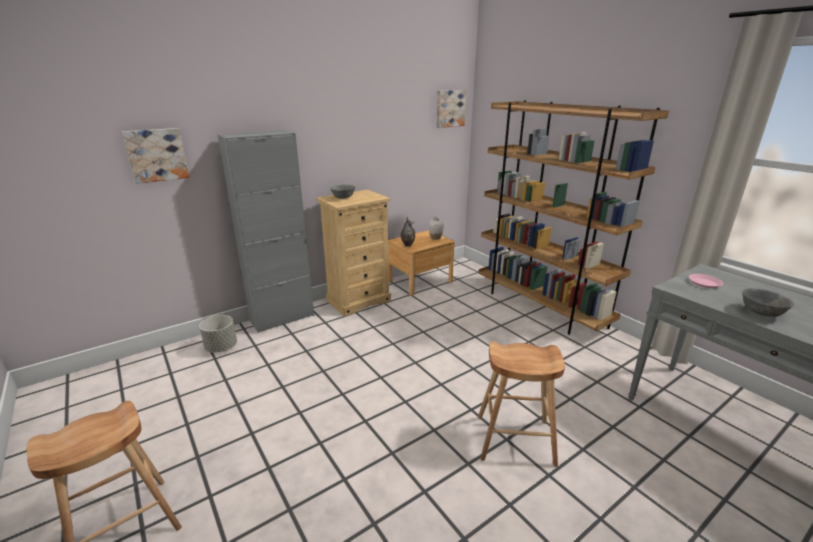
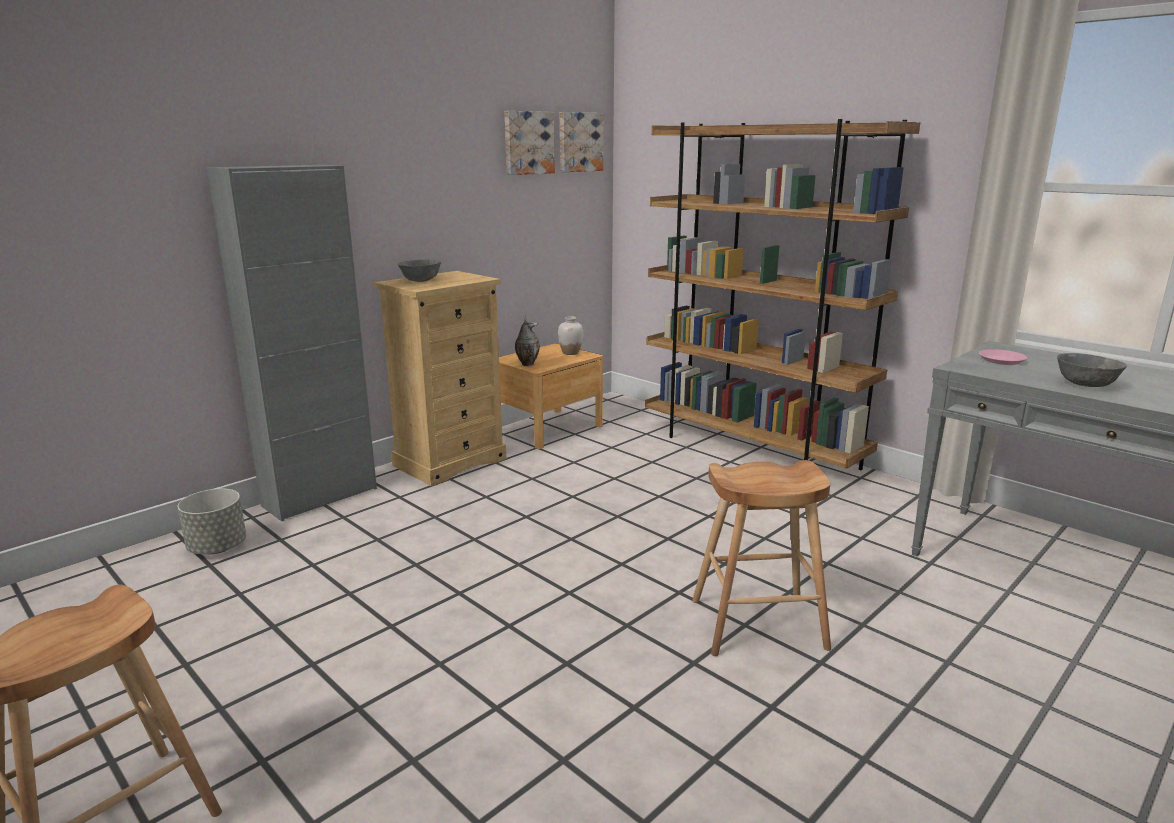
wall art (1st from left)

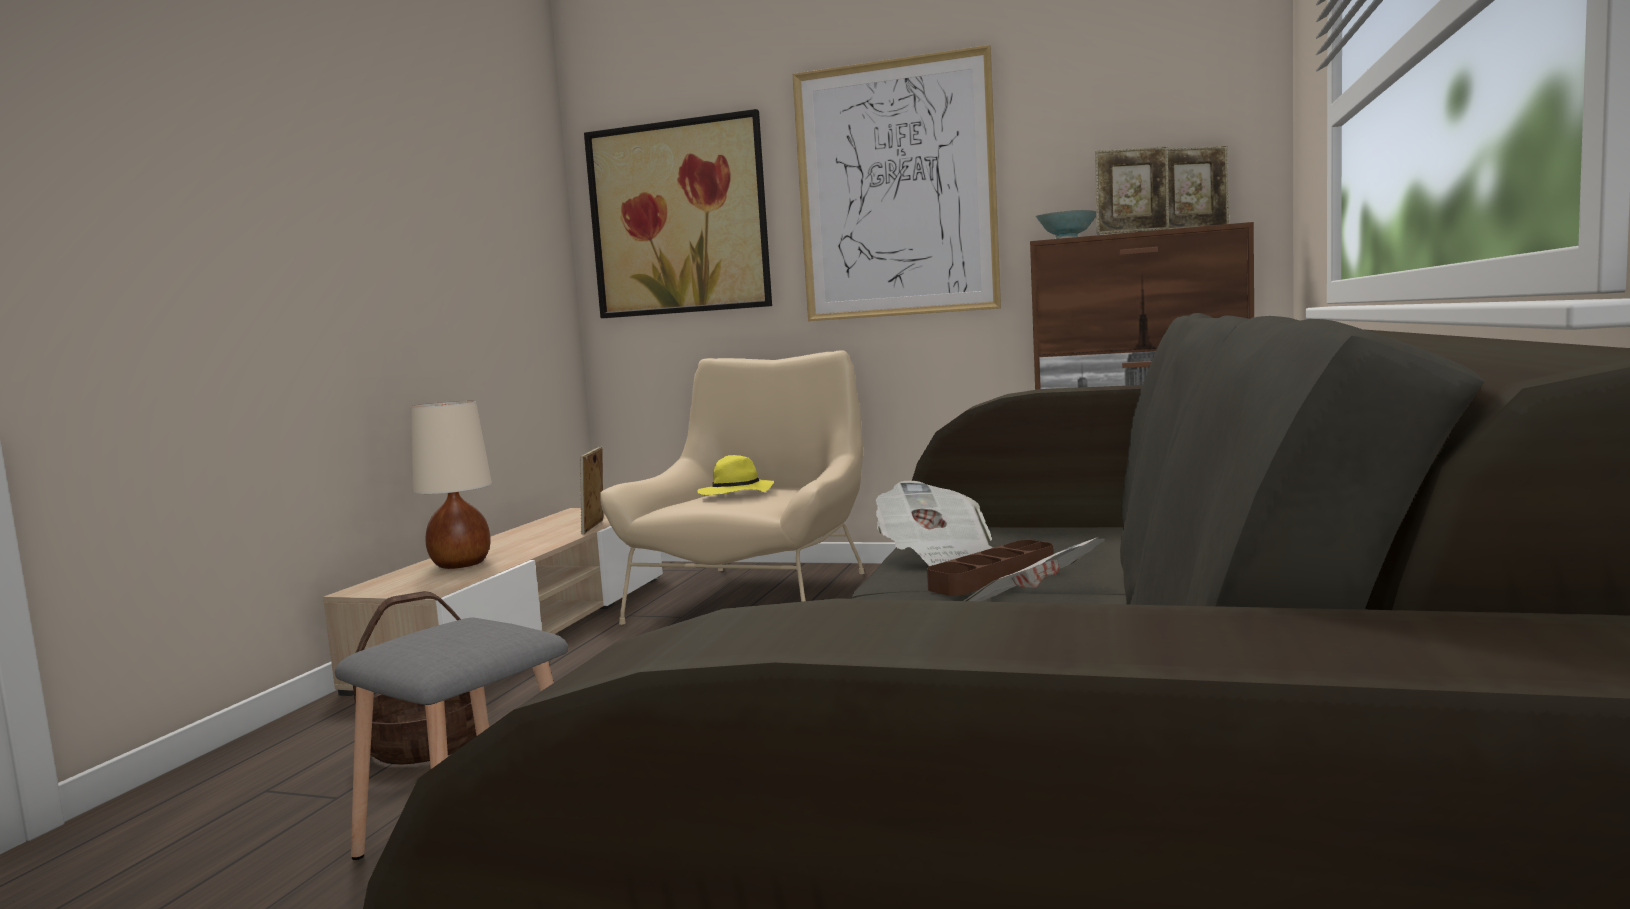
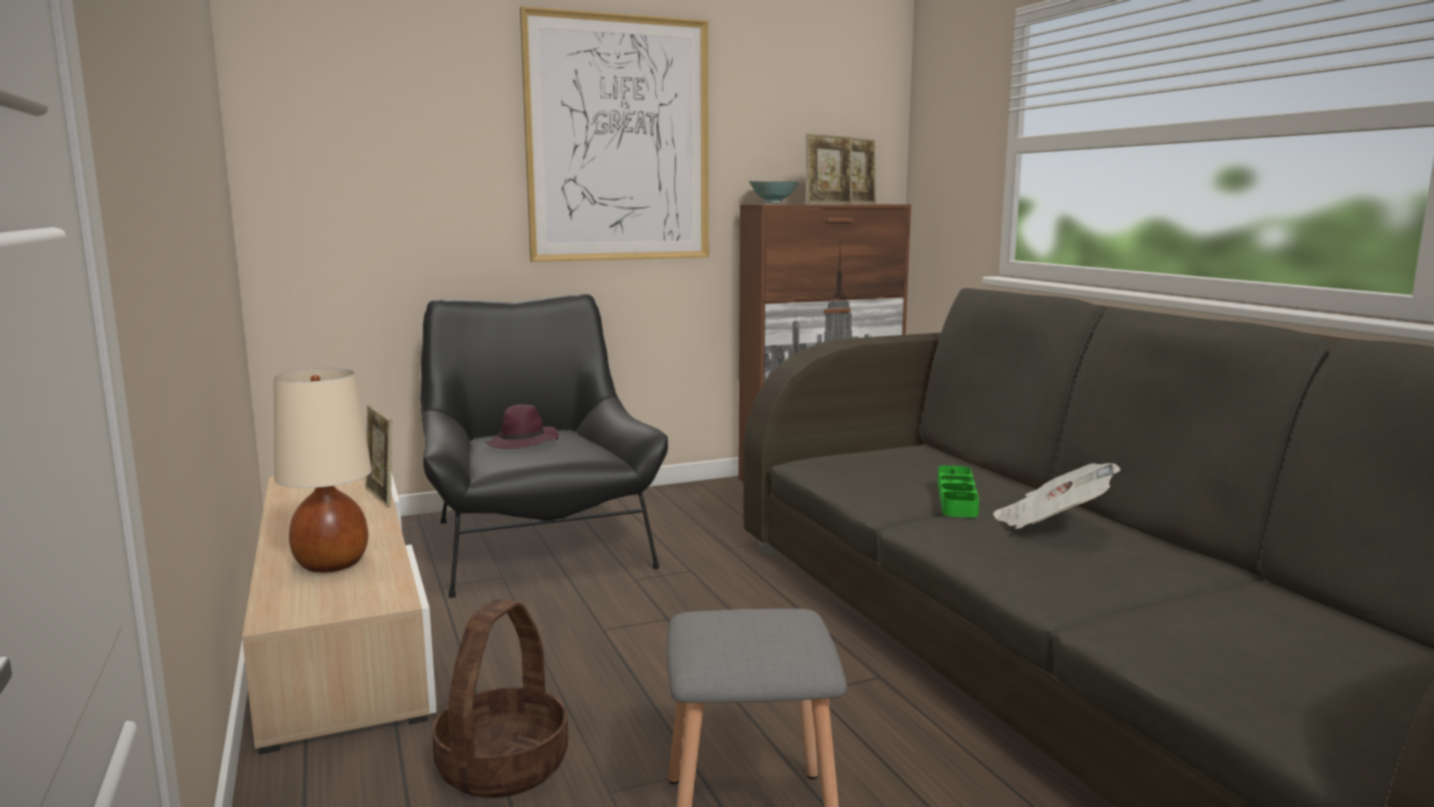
lounge chair (black)
hat (purple-coloured)
carrying tray (green-coloured)
wall art (1st from left in the first image)
newspaper (1st from left in the first image)

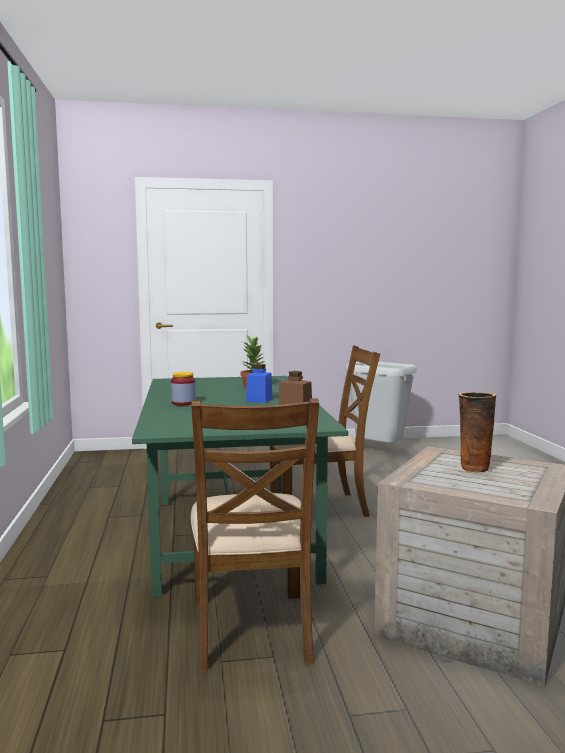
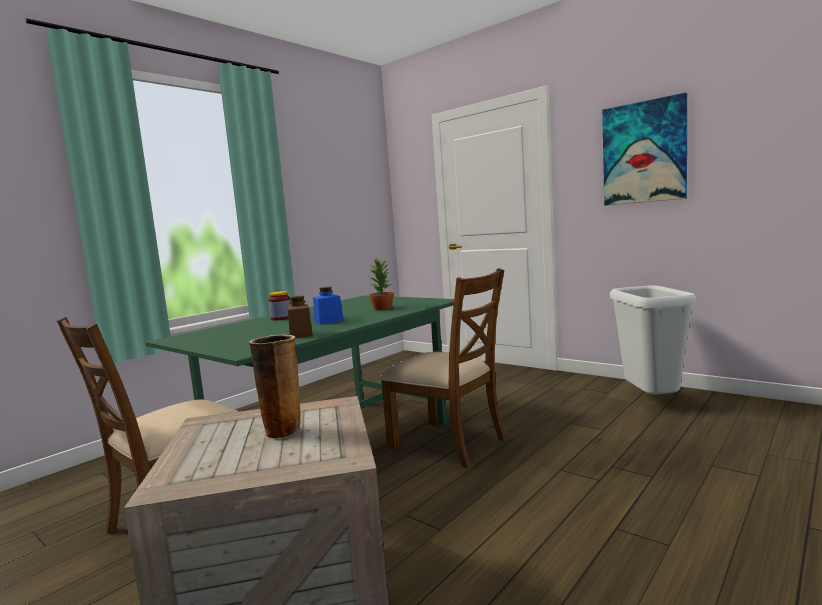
wall art

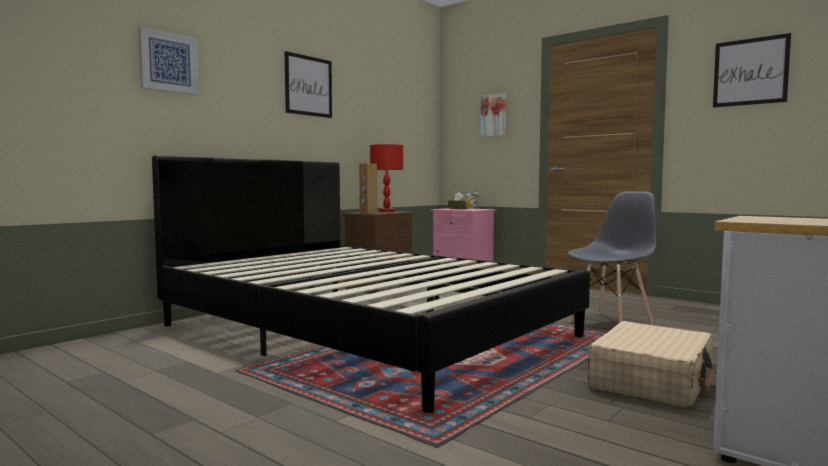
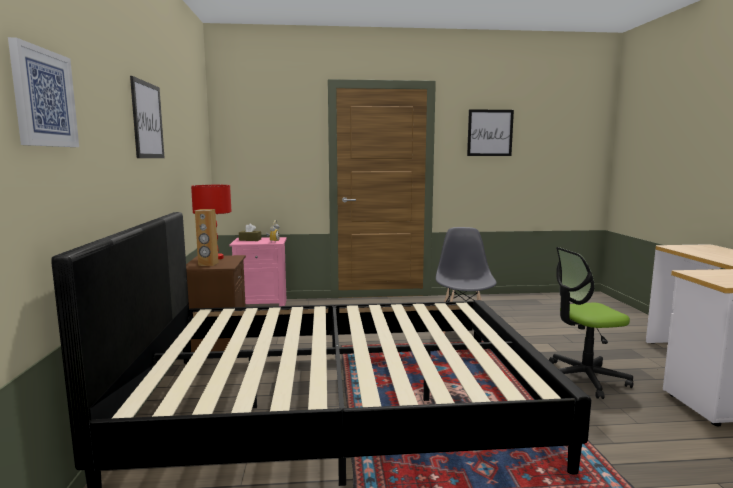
computer chair
wall art (3rd from left in the first image)

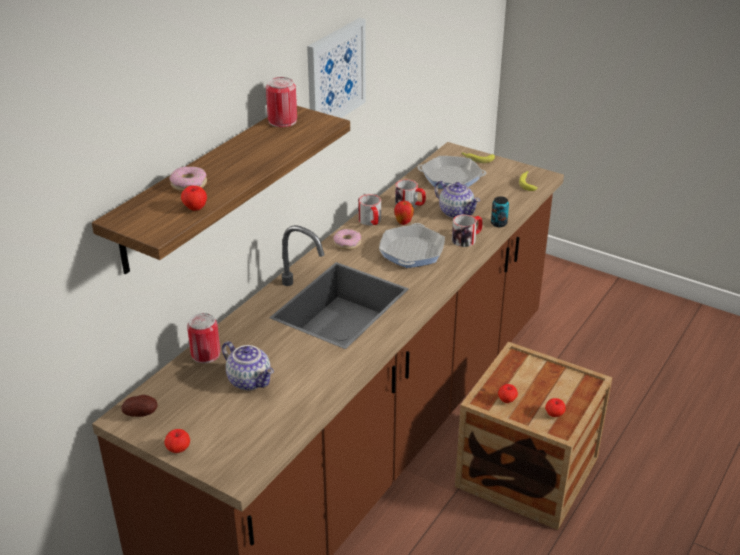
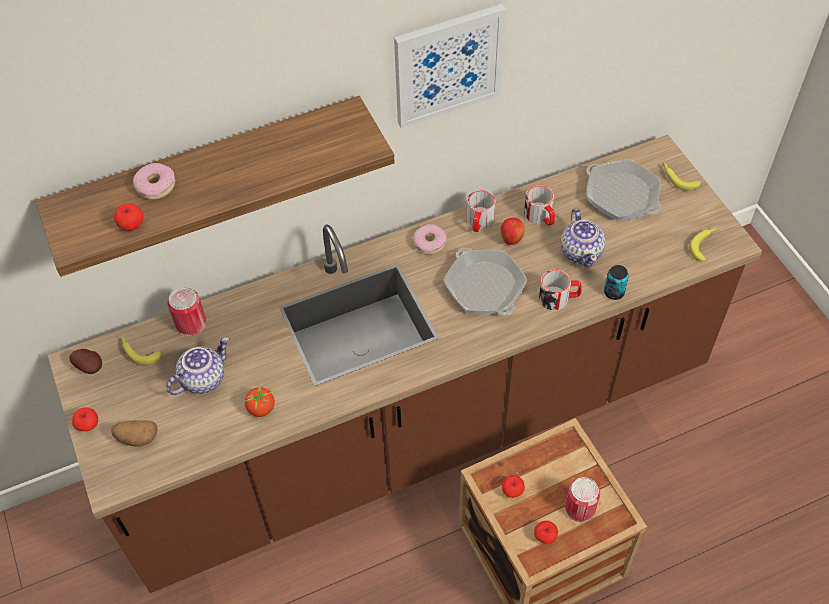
whole potato (2nd from left)
banana fruit (1st from left)
tea pot (1st from left)
fresh tomato
pan (1st from left)
sealed can (2nd from left)

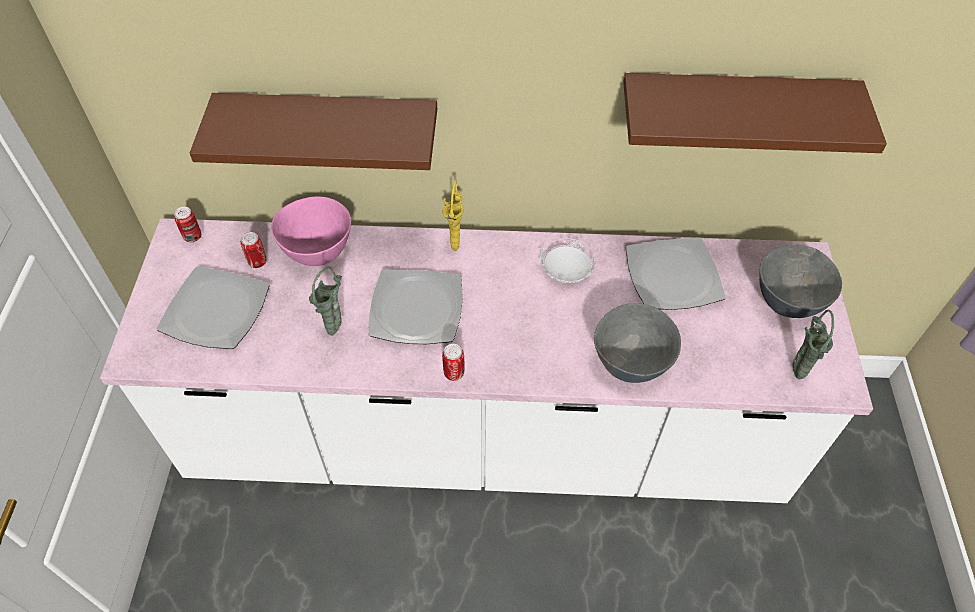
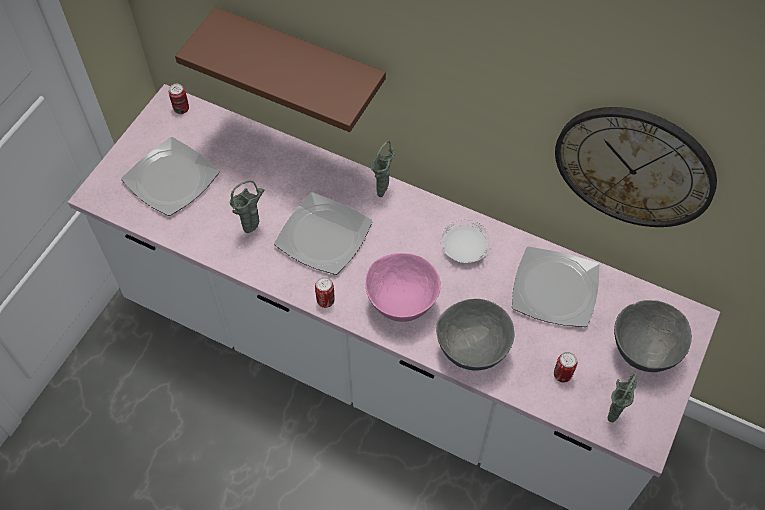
bowl (pink-coloured)
vase (green-coloured) (2nd from left)
sealed can (3rd from left)
wall clock

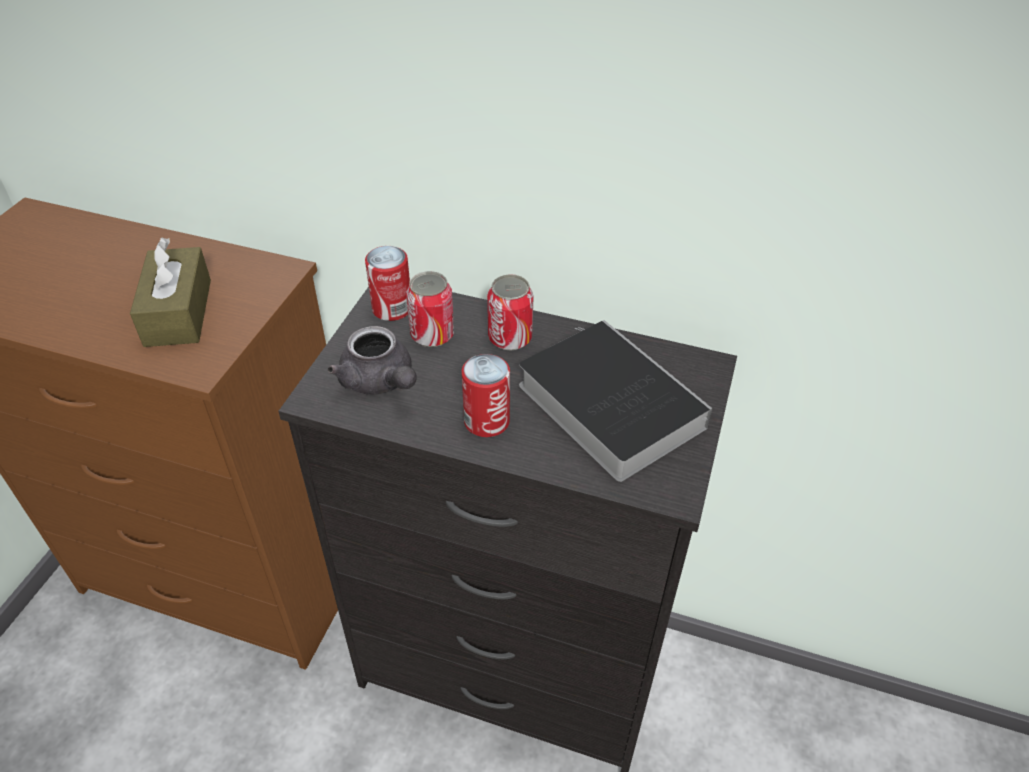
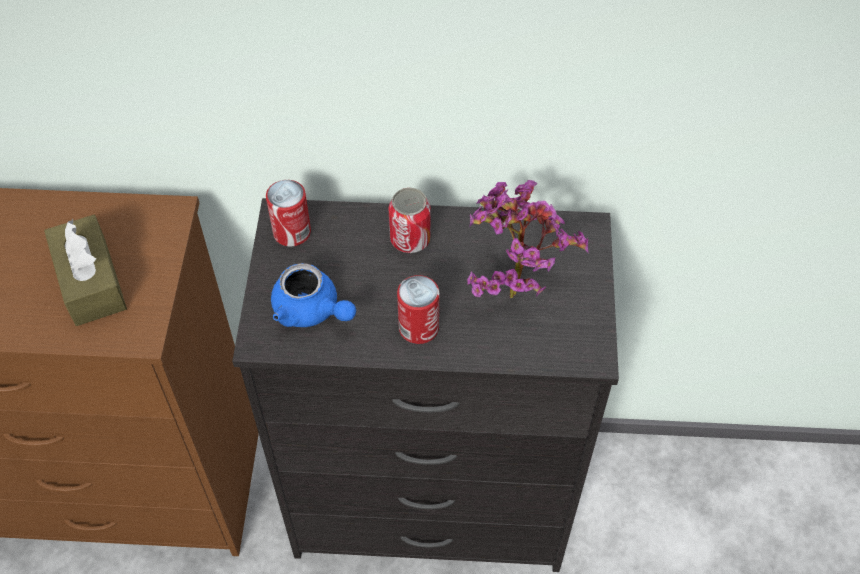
tea pot (blue-coloured)
potted plant
sealed can (2nd from left in the first image)

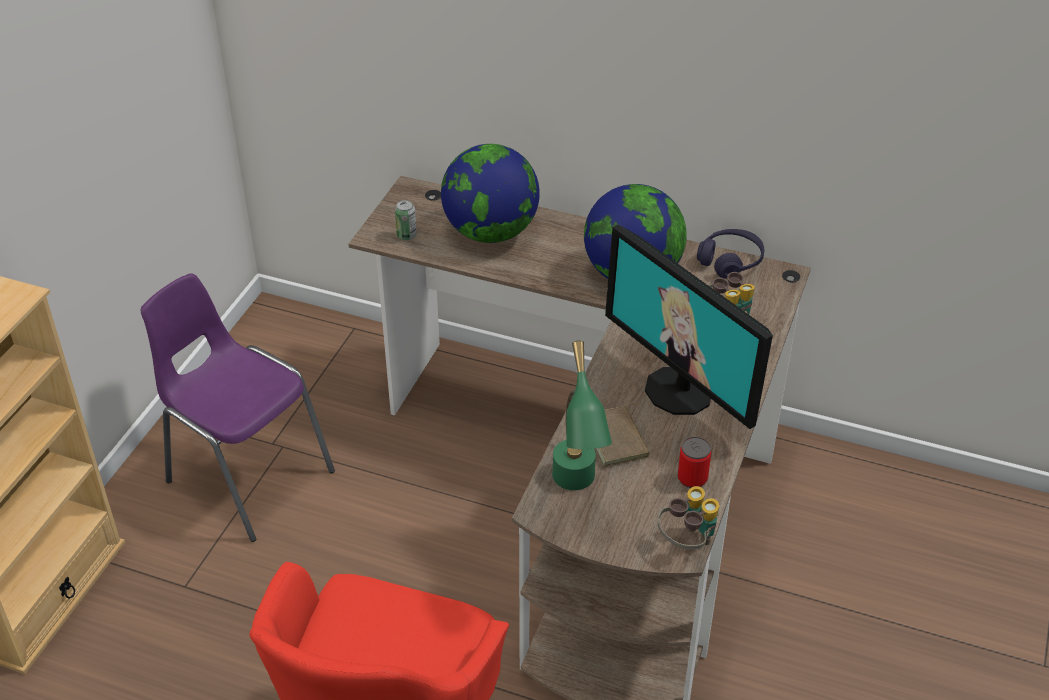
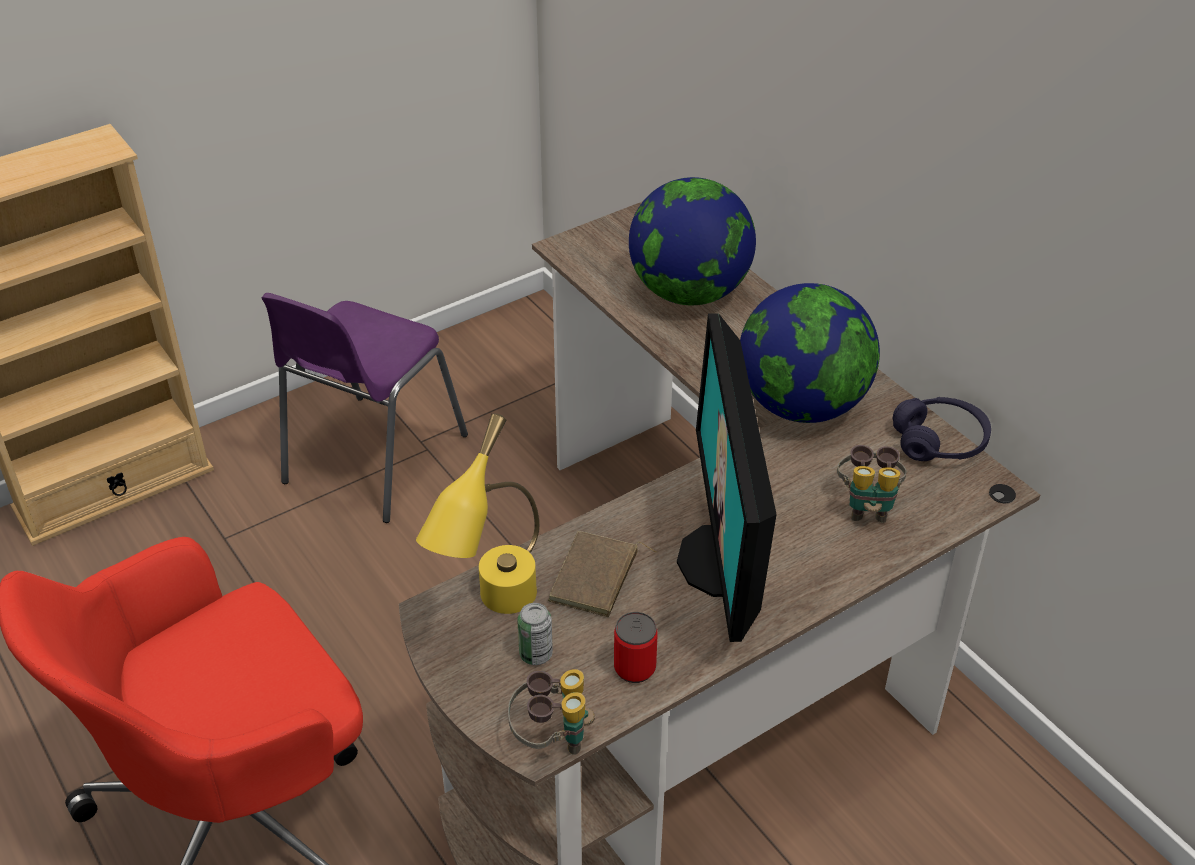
plain chair (purple-coloured)
table lamp (yellowish)
sealed can (1st from left)

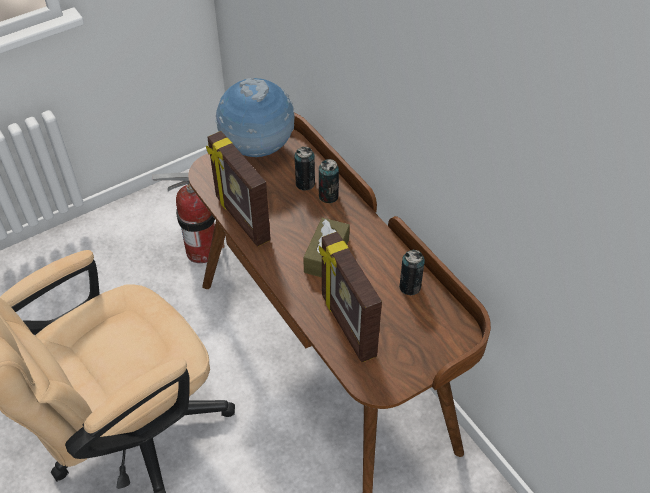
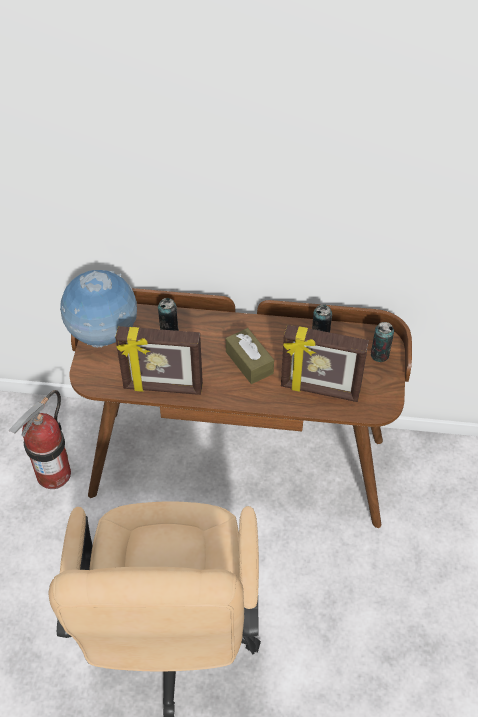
sealed can (3rd from left)

